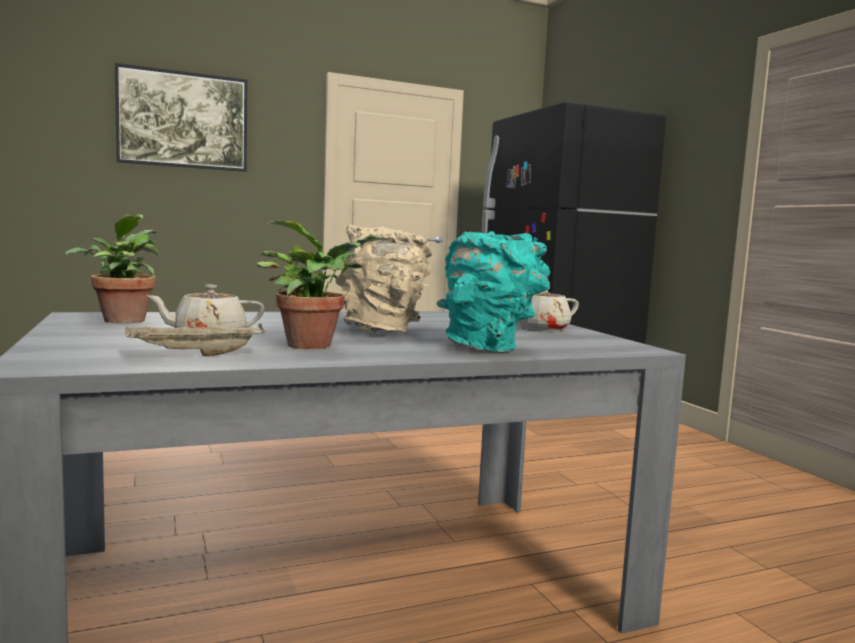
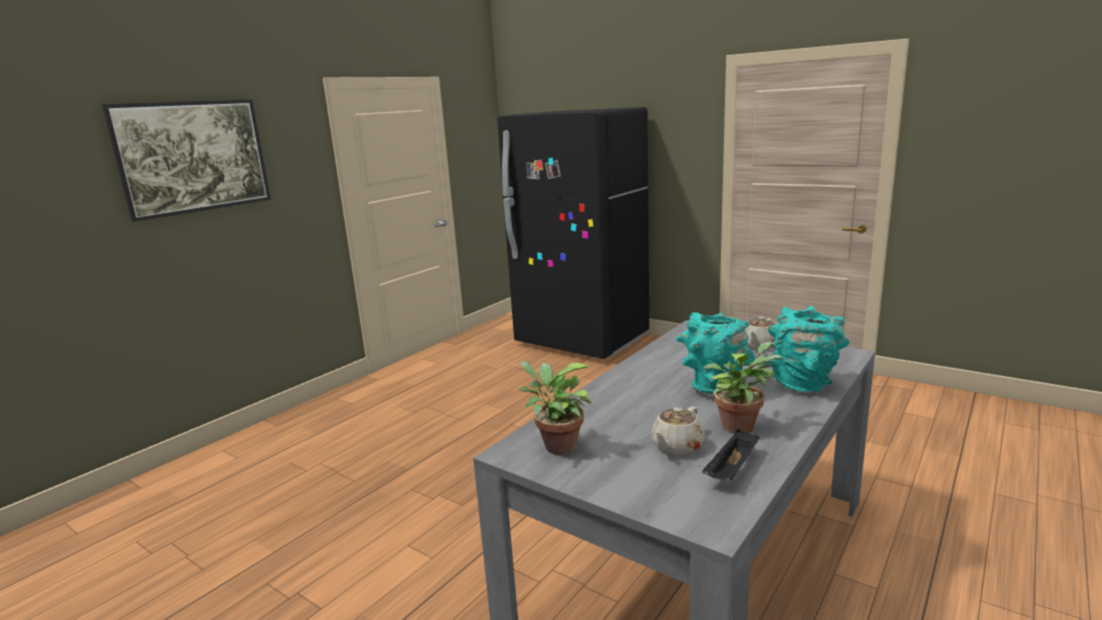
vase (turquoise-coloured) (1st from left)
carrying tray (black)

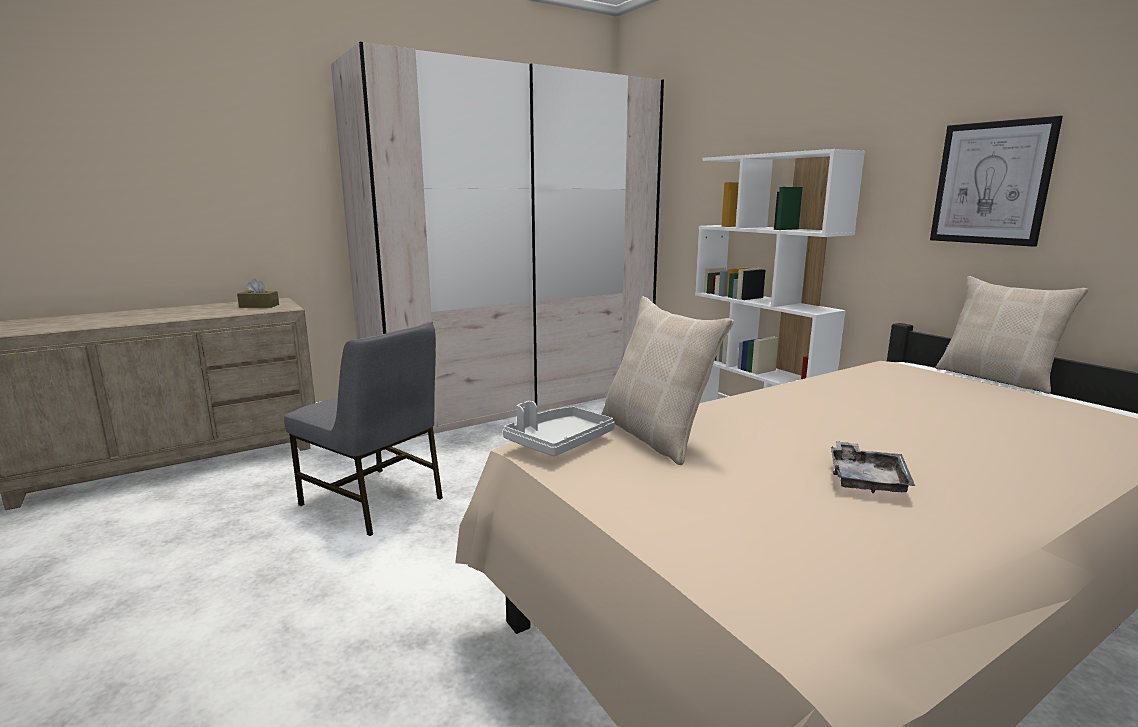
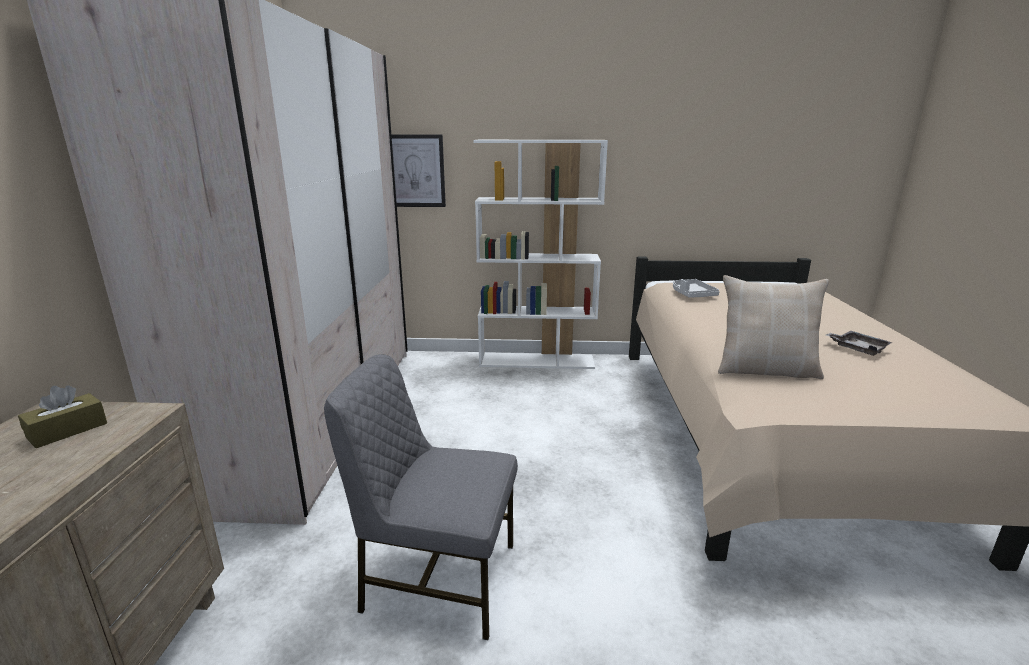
plain chair (greyish)
wall art
carrying tray (greyish) (1st from left)
cushion (sand-coloured) (2nd from left in the first image)

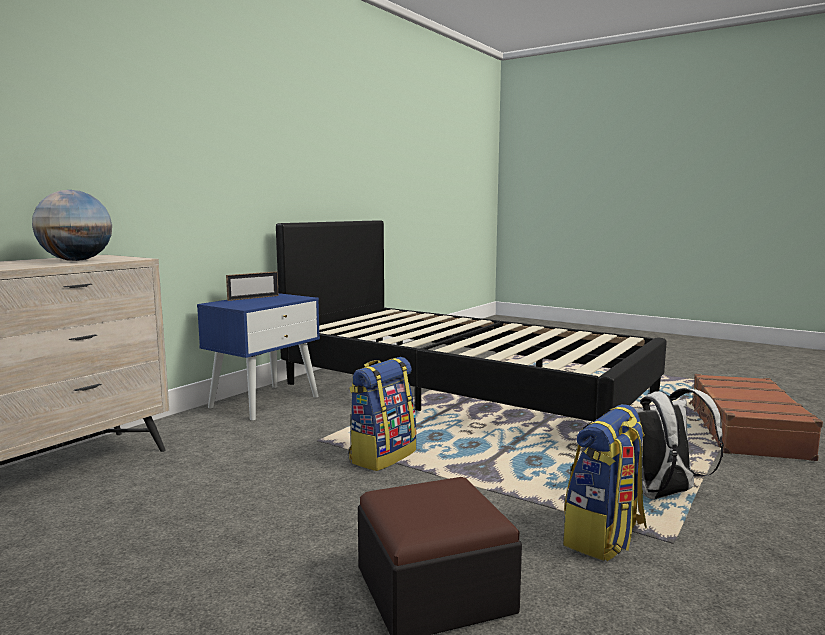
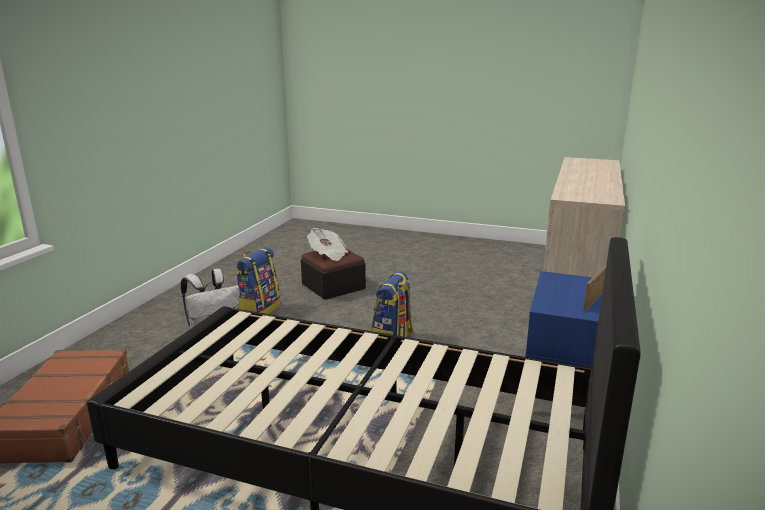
newspaper
desk globe

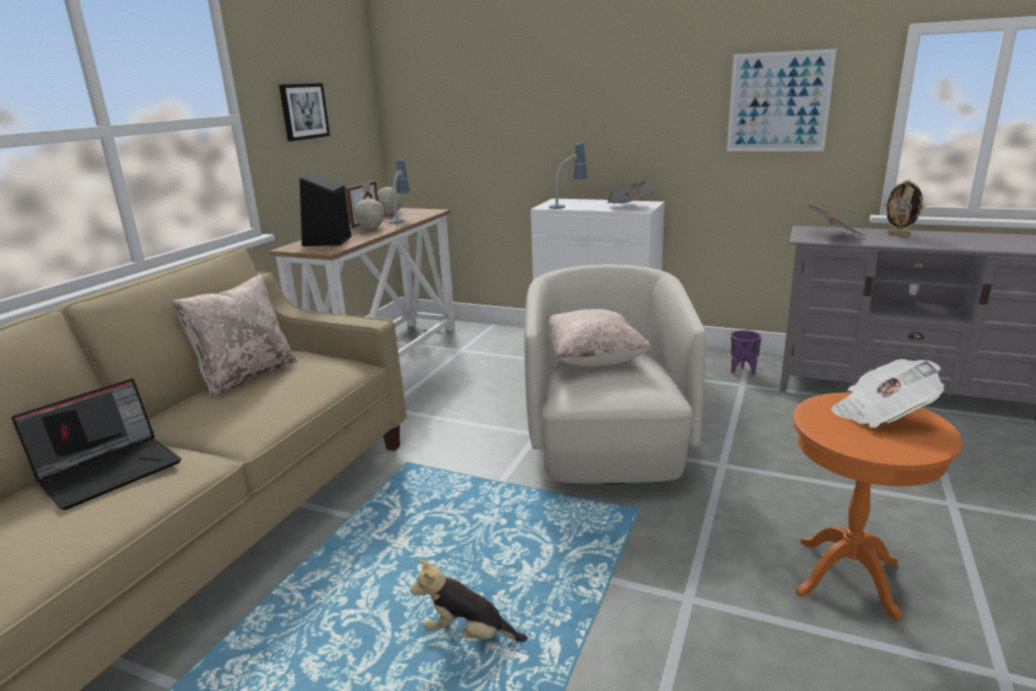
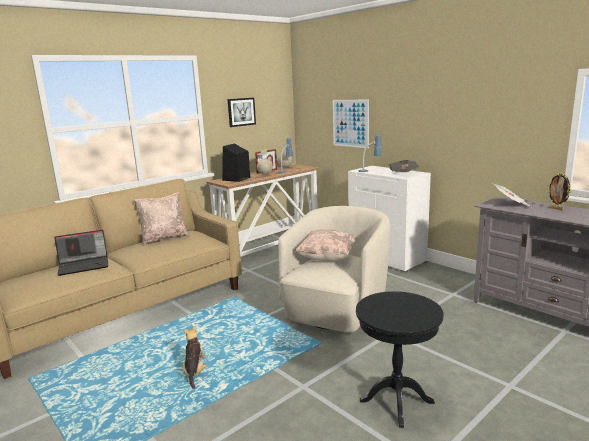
soft toy
wall art (2nd from left)
side table (black)
planter (purple-coloured)
newspaper (3rd from left in the first image)

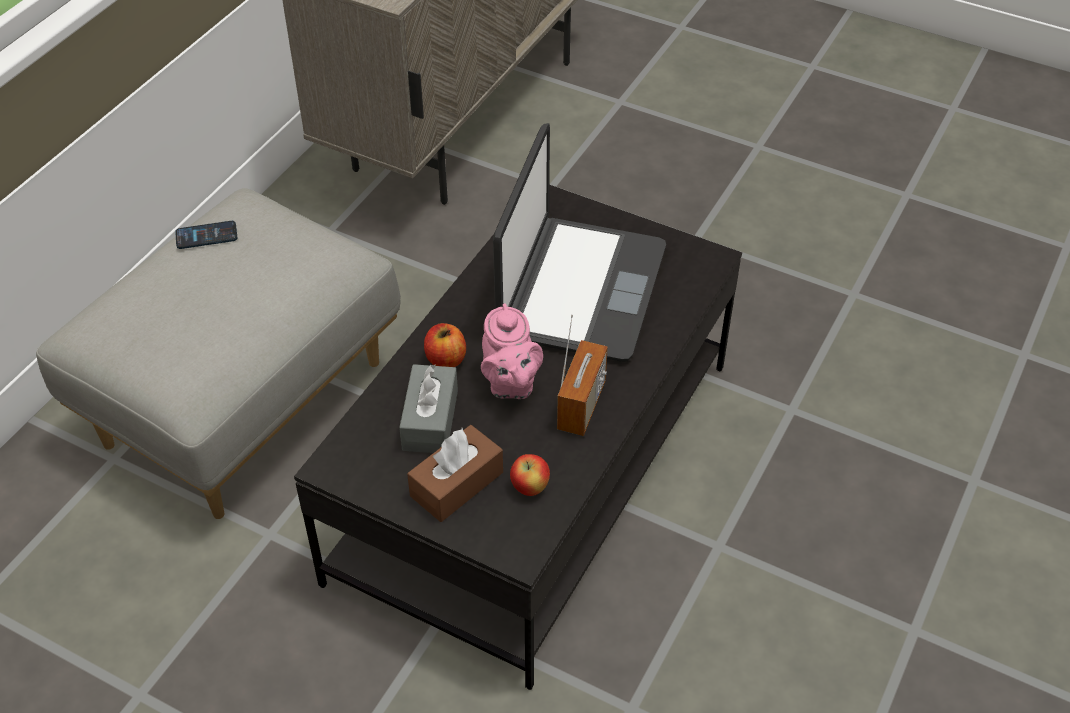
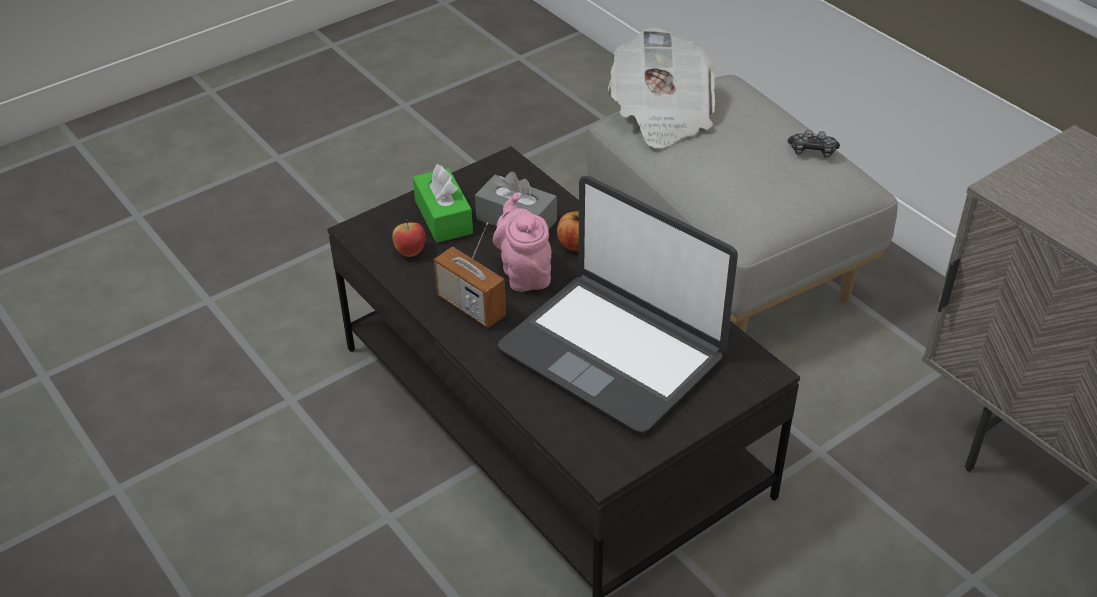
tissue box (green-coloured)
tea pot (pink-coloured)
newspaper
joypad

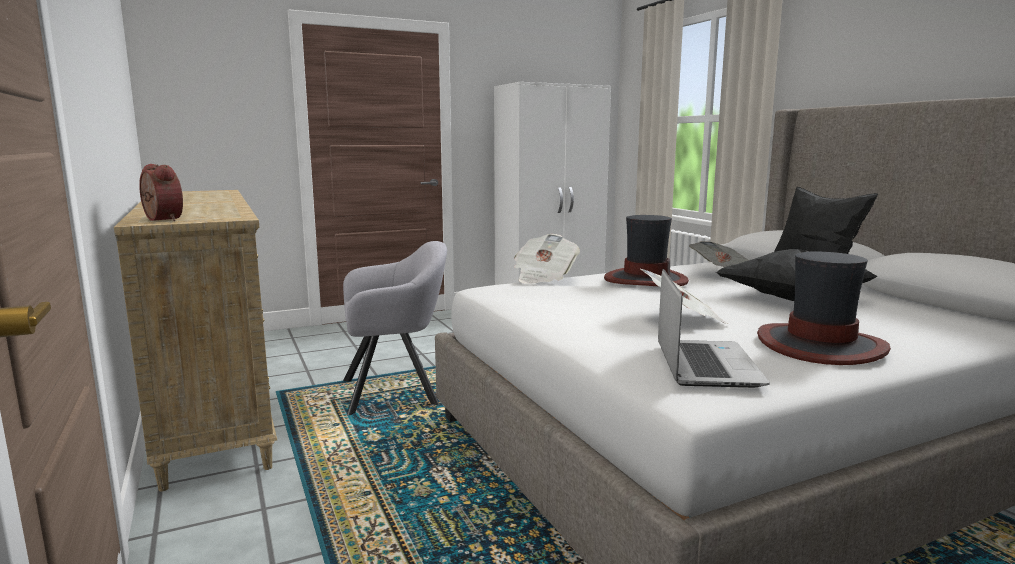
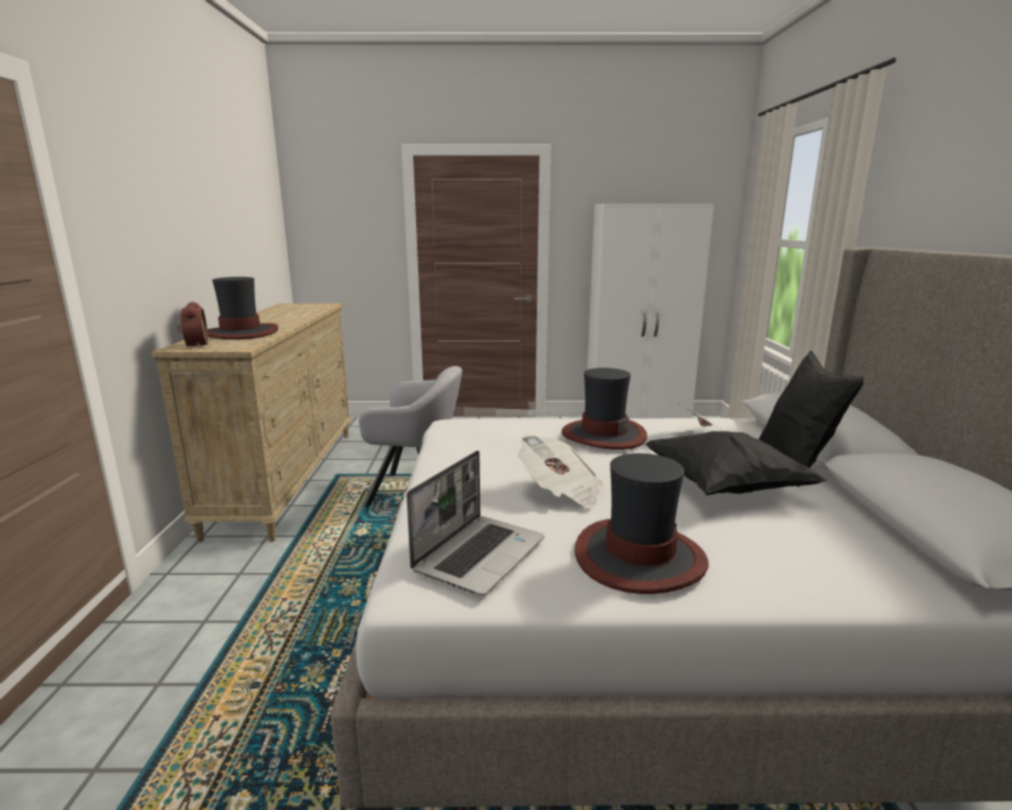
hat (1st from left)
newspaper (1st from left in the first image)

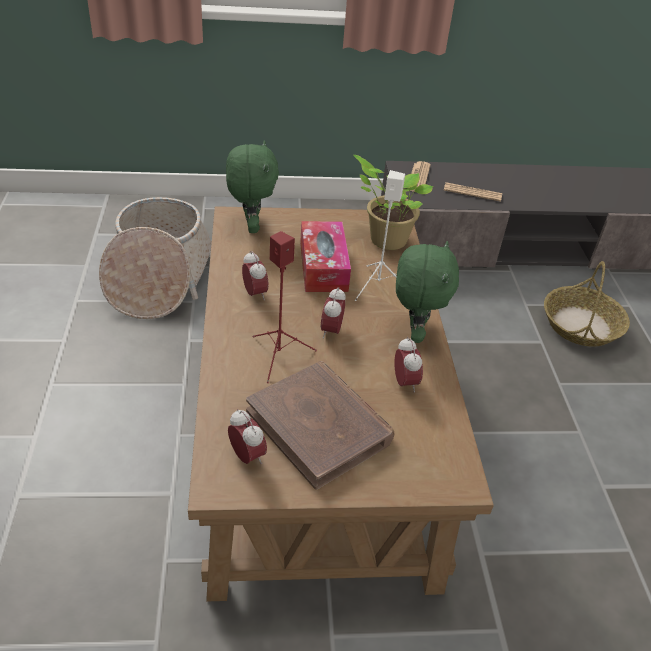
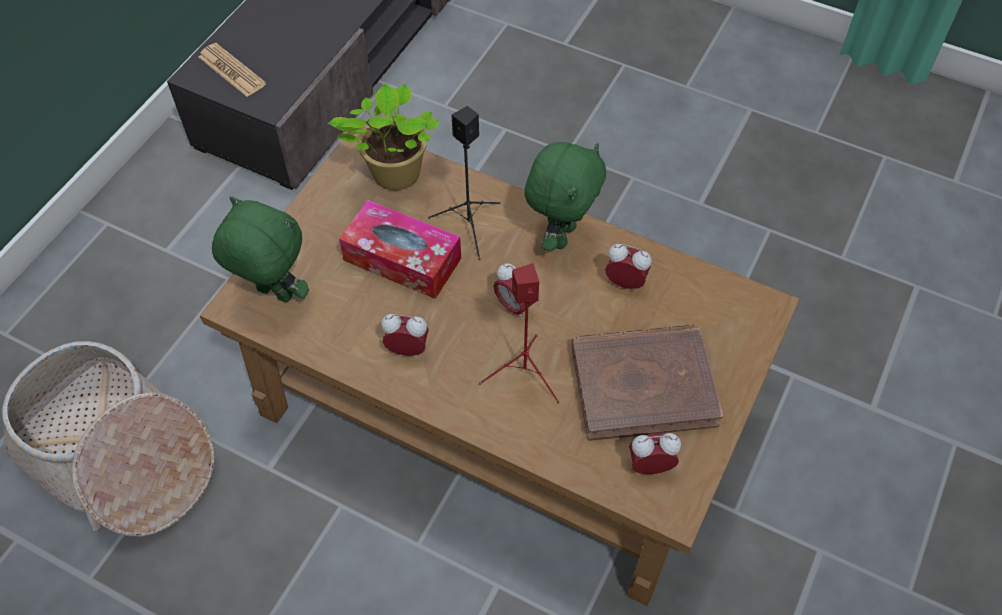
loudspeaker (black)
soft toy (green-coloured) (2nd from left)
newspaper (2nd from left in the first image)
household basket (2nd from left in the first image)

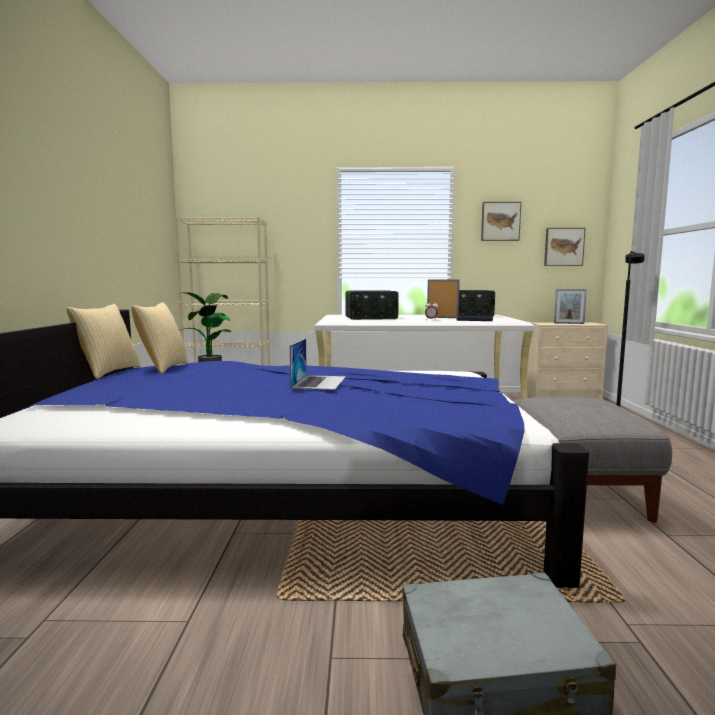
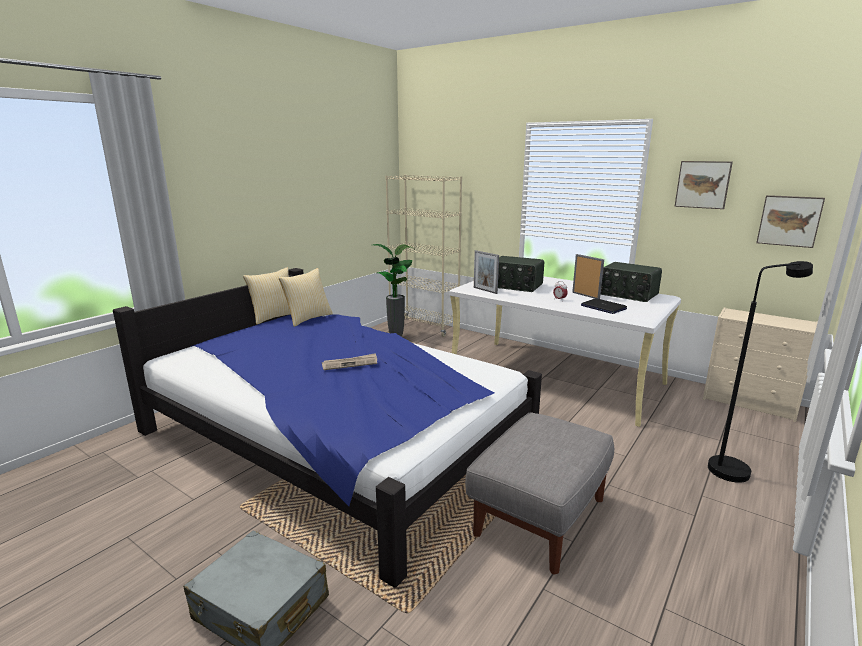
newspaper
picture frame (1st from left)

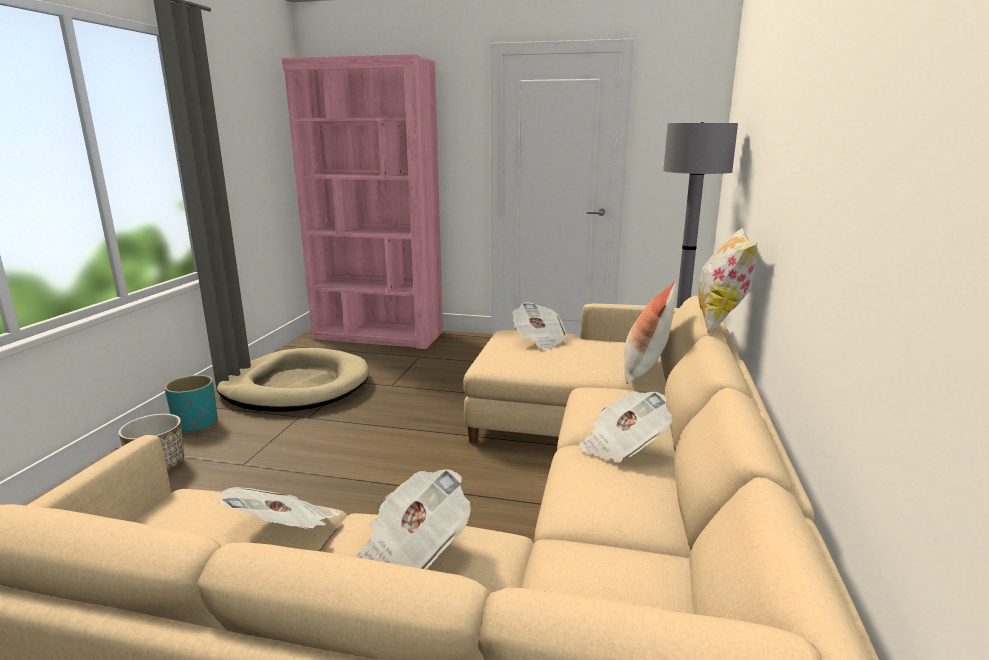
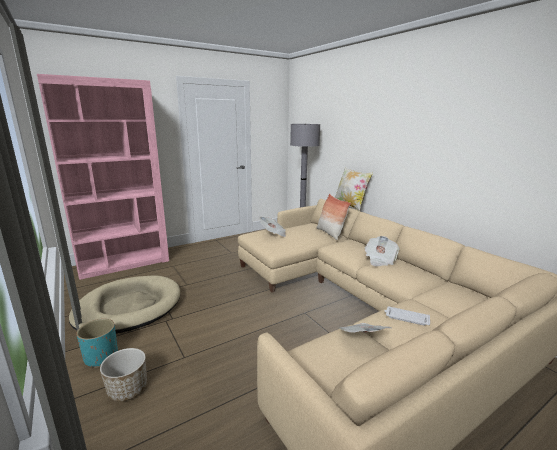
carrying tray (white)

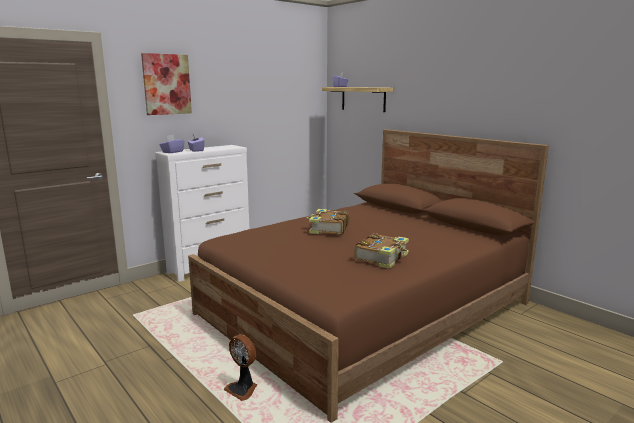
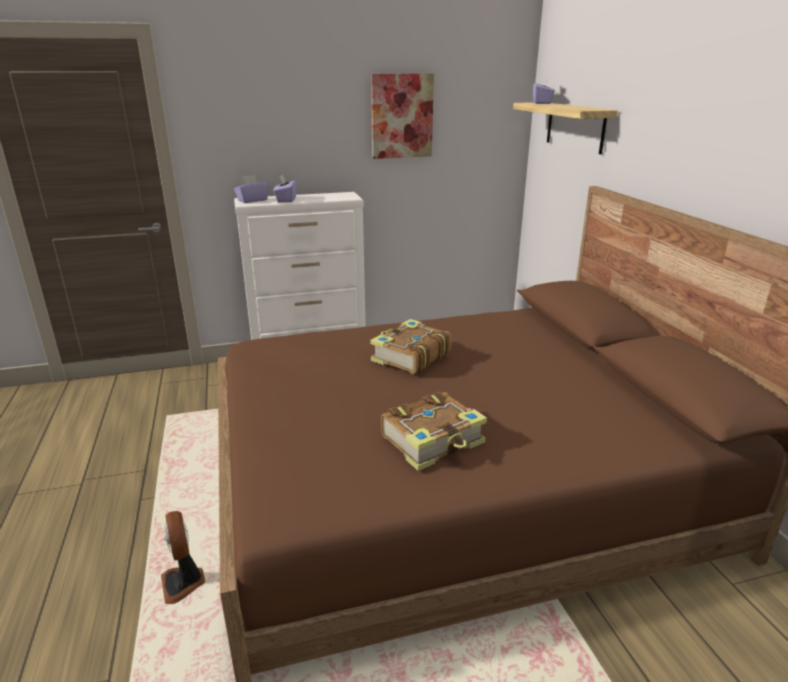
wall art

